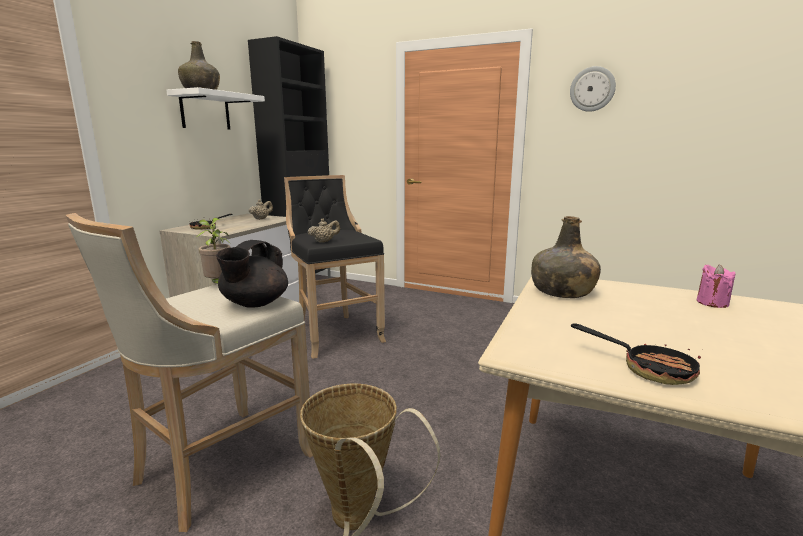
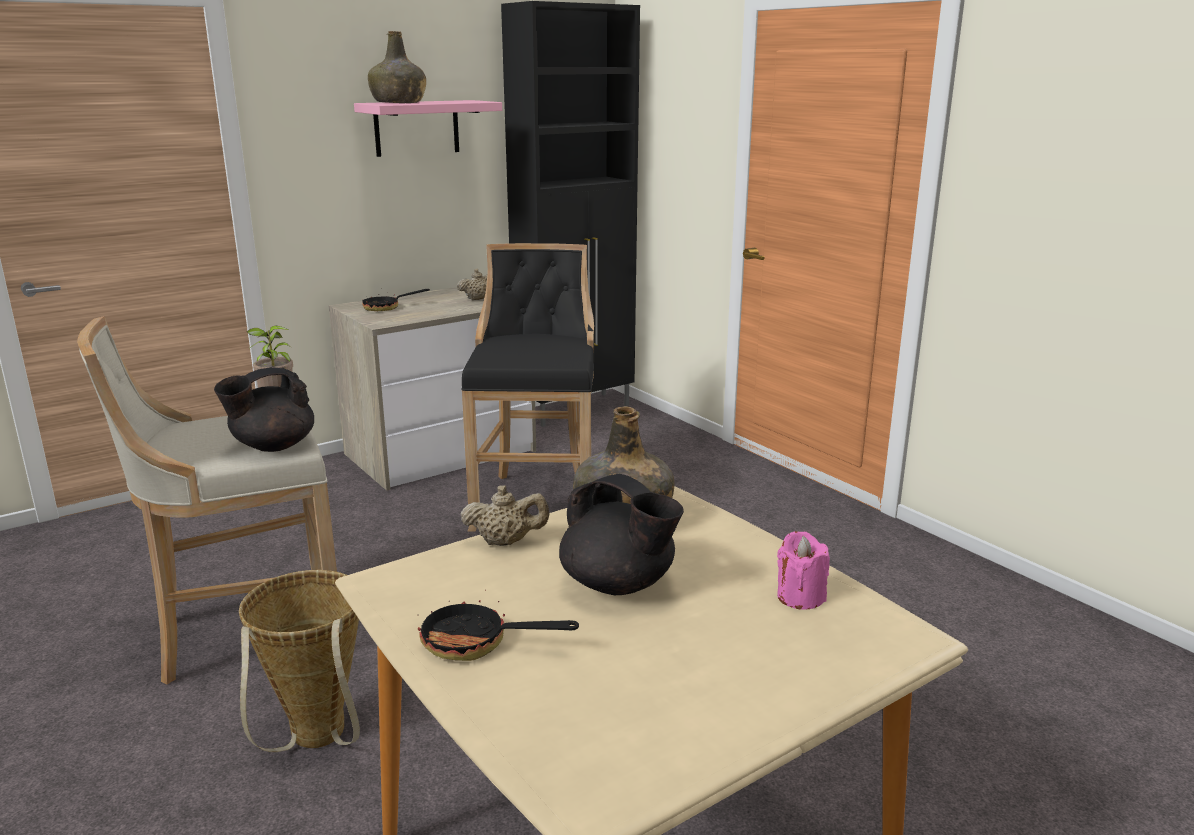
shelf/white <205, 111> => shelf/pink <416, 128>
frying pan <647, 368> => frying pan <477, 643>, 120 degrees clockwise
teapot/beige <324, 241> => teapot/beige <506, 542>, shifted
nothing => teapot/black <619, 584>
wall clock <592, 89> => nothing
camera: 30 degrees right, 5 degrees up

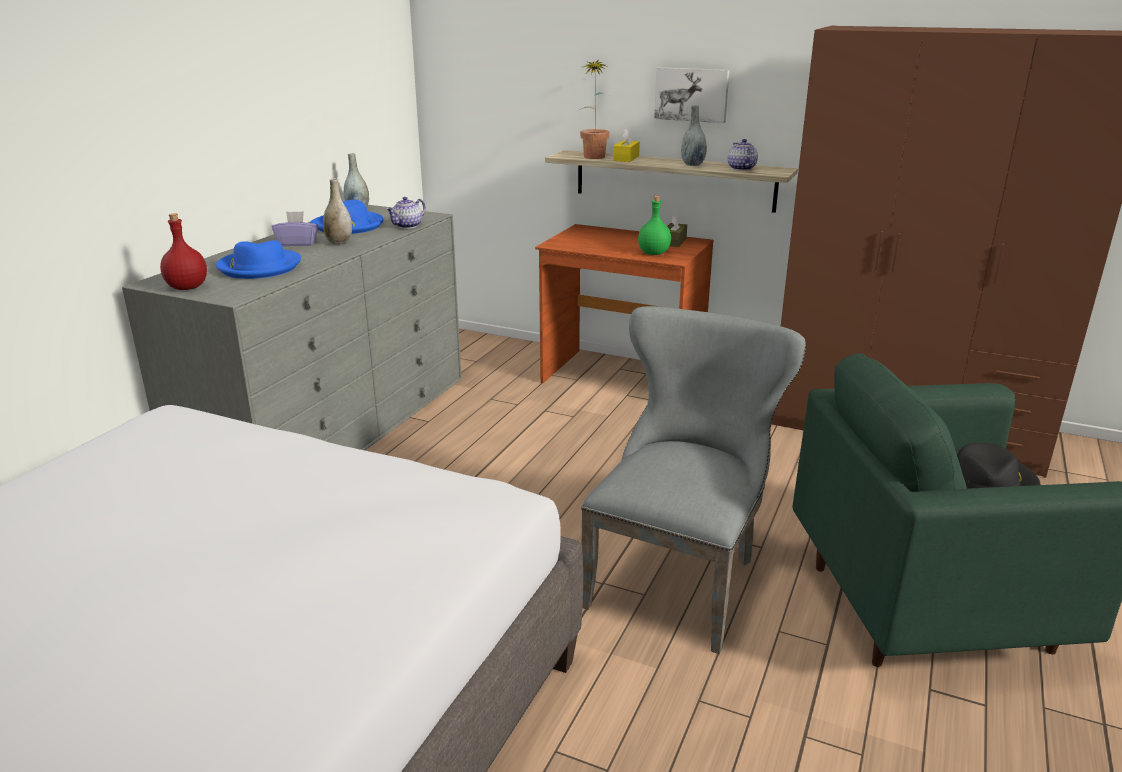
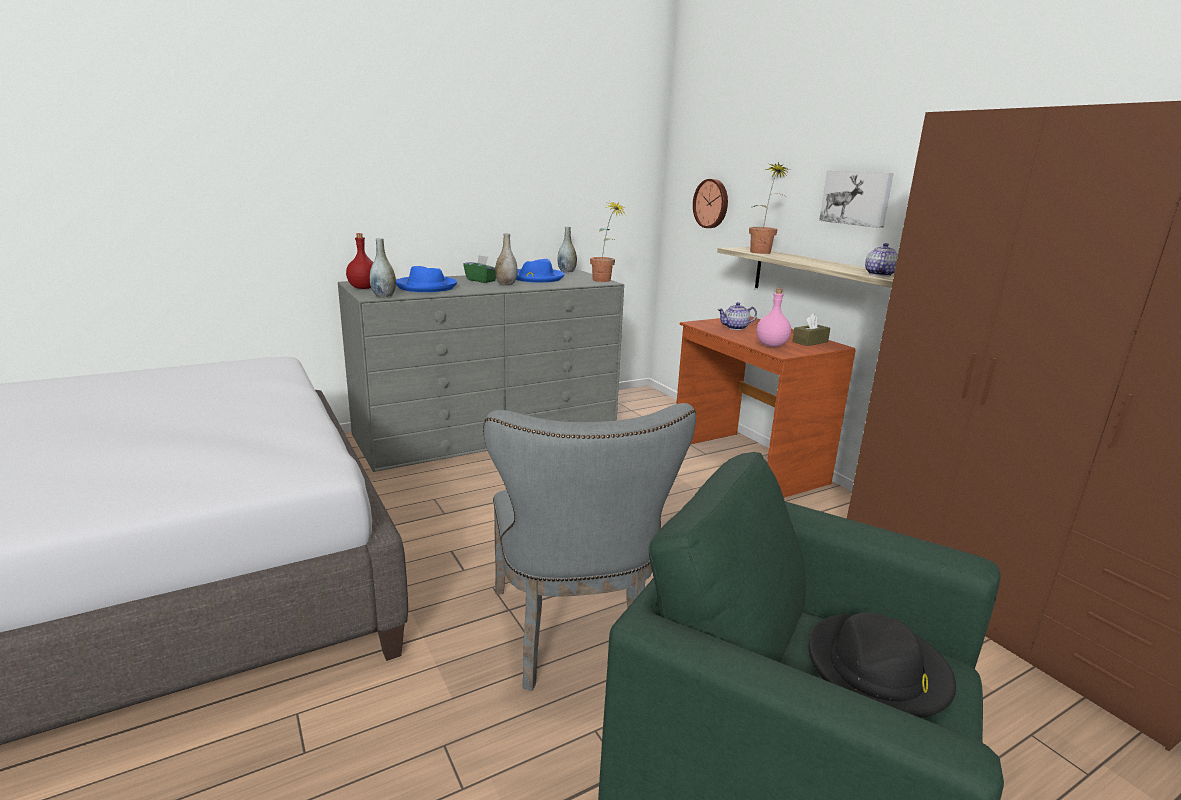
vase/grey <692, 164> => vase/grey <384, 296>, shifted
tissue box/purple <297, 243> => tissue box/green <481, 280>
chair/grey <679, 578> => chair/grey <573, 637>, 105 degrees clockwise
nothing => potted plant <604, 281>
nothing => wall clock <712, 203>
teapot <407, 226> => teapot <735, 328>, shifted
bottle/green <654, 253> => bottle/pink <771, 345>
tissue box/yellow <626, 158> => nothing
camera: 35 degrees right, 5 degrees down

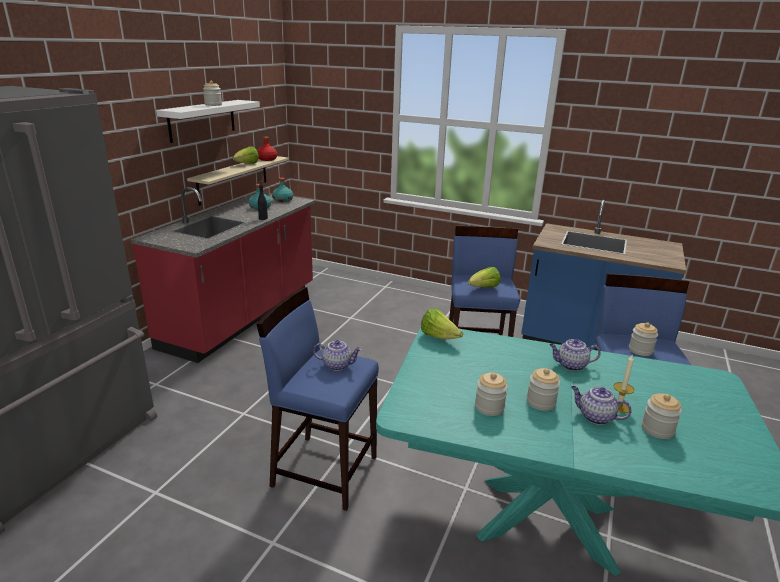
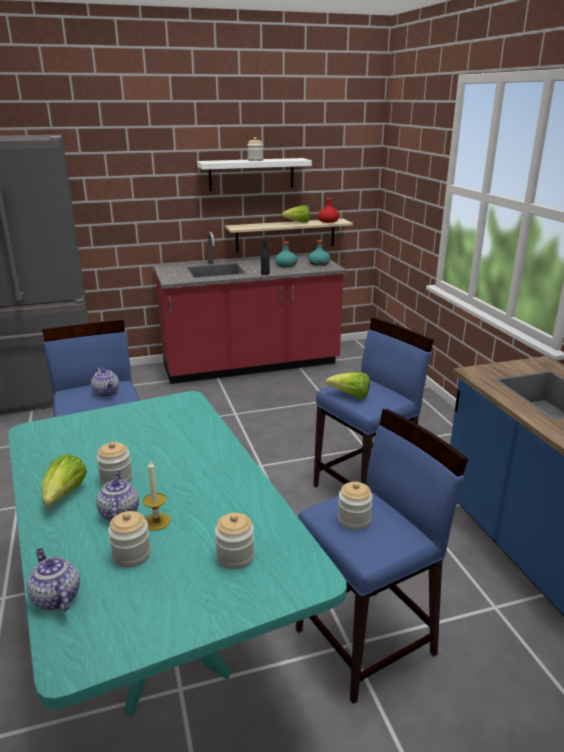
teapot <571, 365> => teapot <55, 597>, shifted
lettuce <439, 337> => lettuce <64, 495>, shifted
jar <489, 407> => jar <235, 556>, shifted
camera: 50 degrees right, 0 degrees up

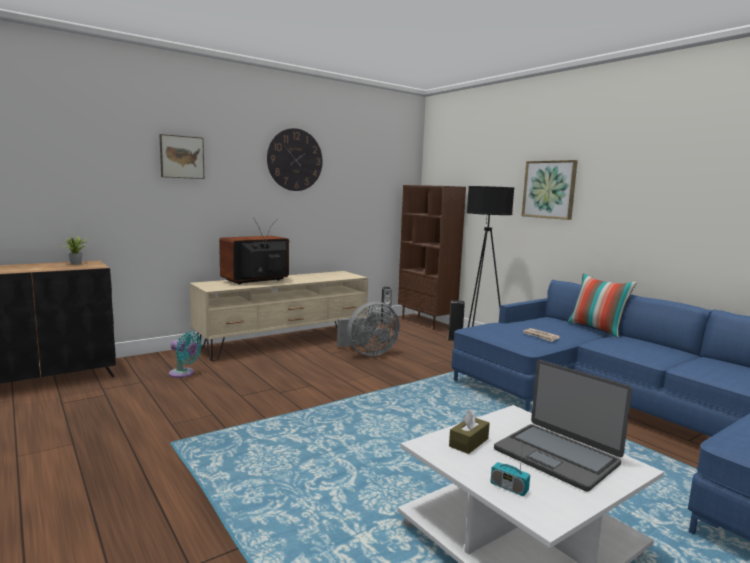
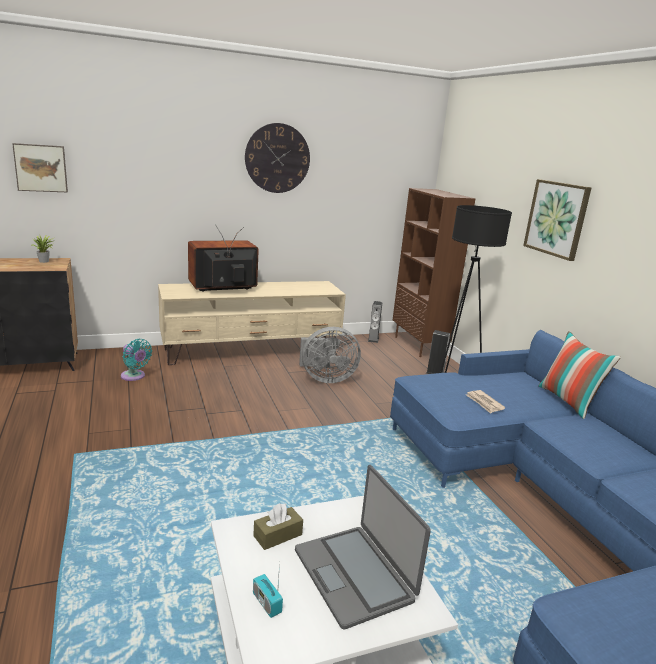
picture <181, 157> => picture <41, 168>, shifted
camera: 15 degrees right, 10 degrees up

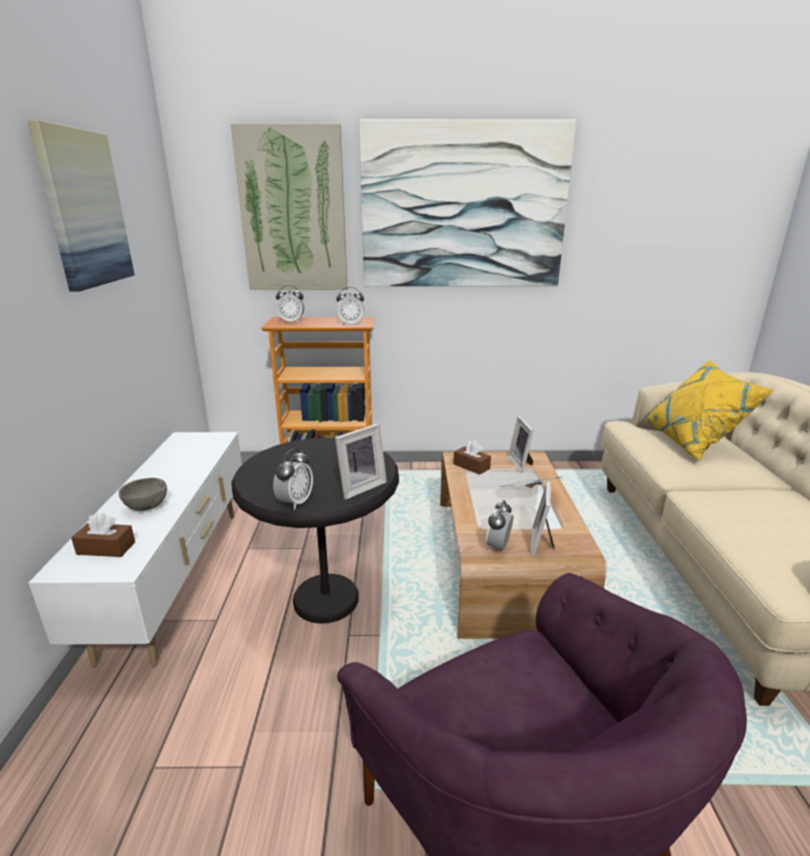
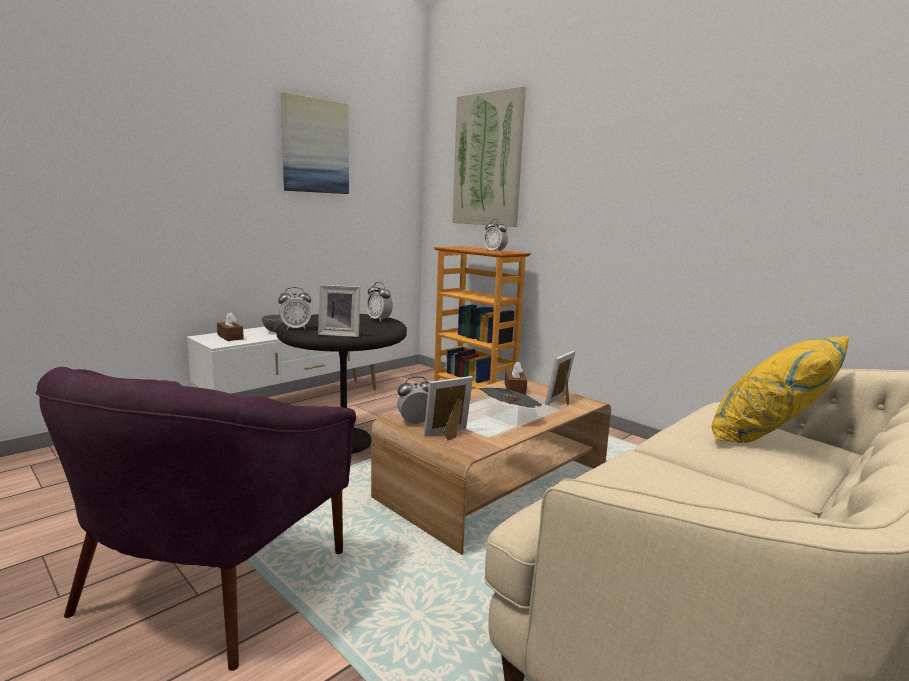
alarm clock <291, 322> => alarm clock <379, 320>, shifted
picture <463, 207> => nothing
camera: 45 degrees right, 10 degrees down

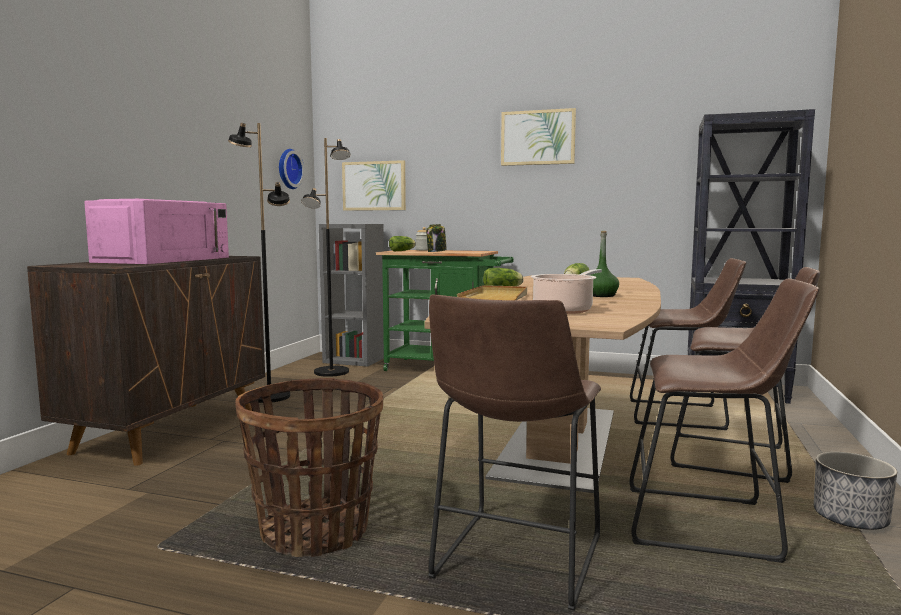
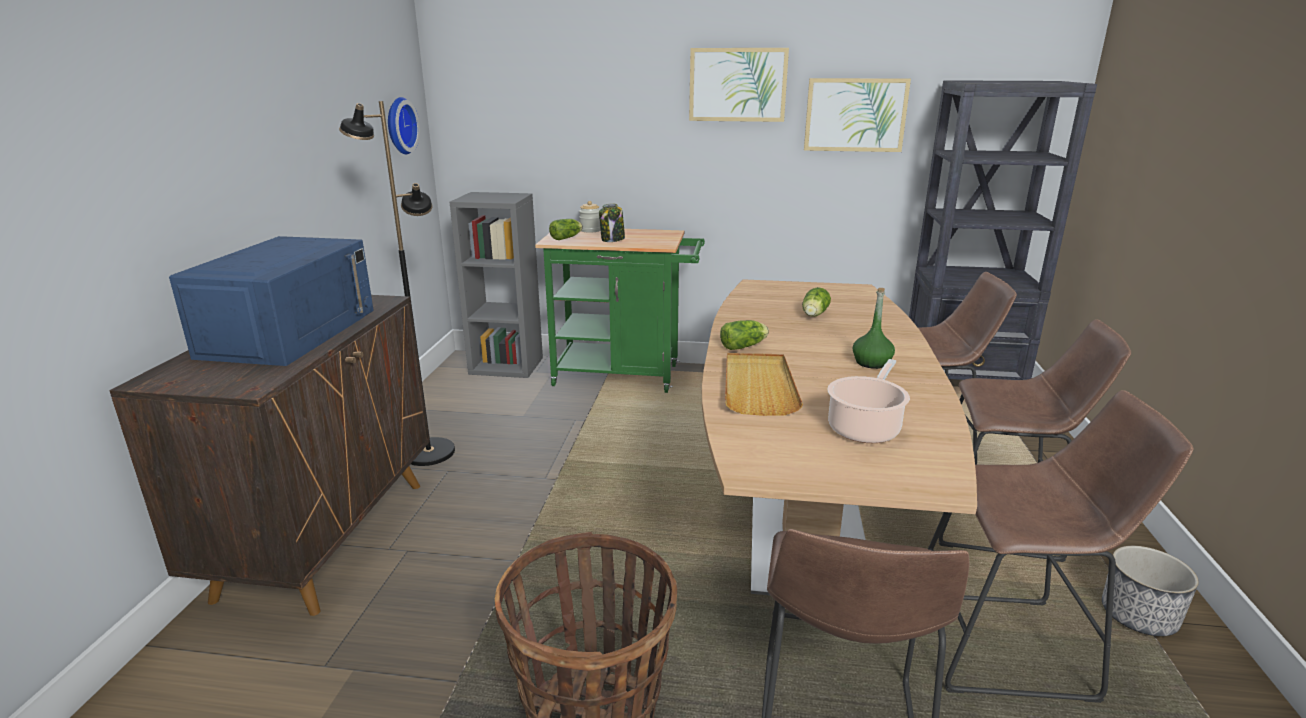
microwave/pink <164, 259> => microwave/blue <290, 332>
picture <374, 186> => picture <855, 115>, shifted
floor lamp/black <331, 372> => nothing
camera: 10 degrees left, 15 degrees up

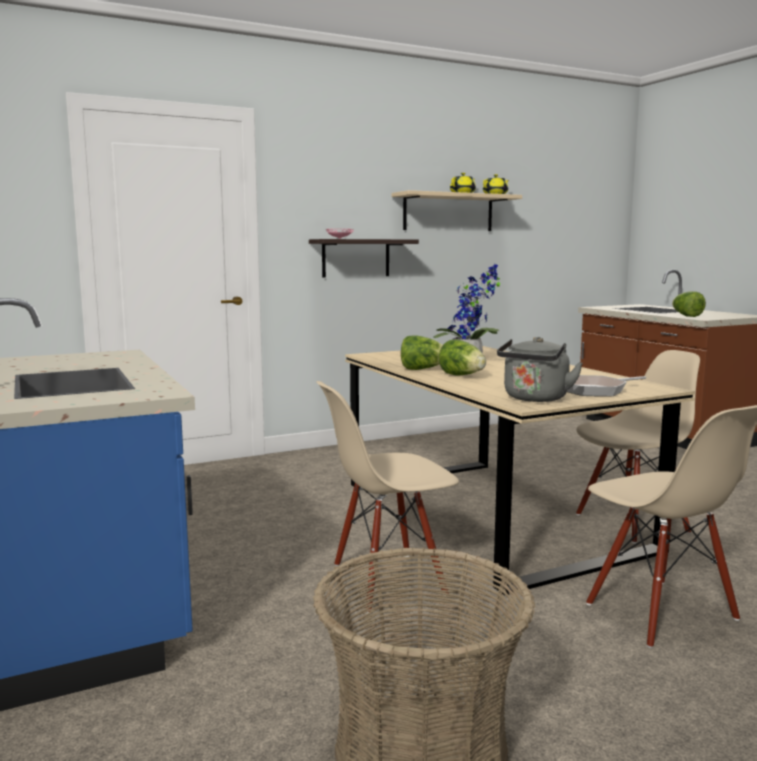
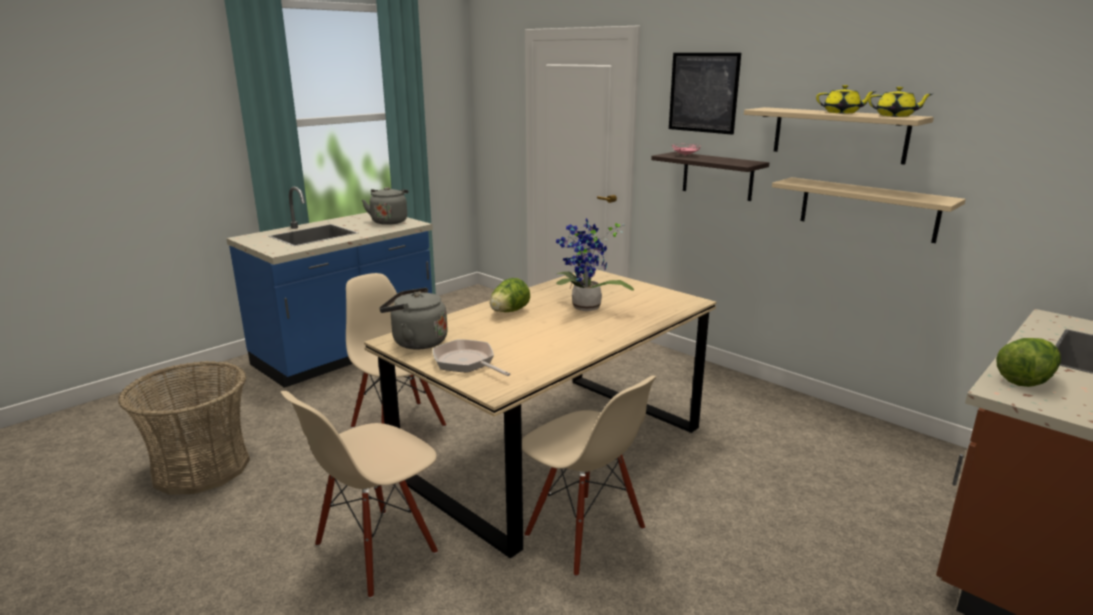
nothing => kettle/grey <389, 221>
nothing => picture <703, 92>
nothing => shelf/beige <867, 209>
lettuce <422, 369> => nothing
camera: 70 degrees right, 10 degrees up

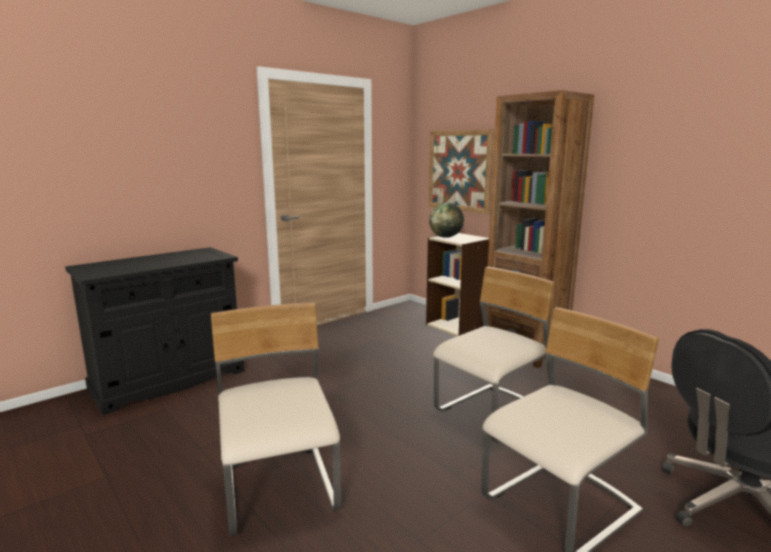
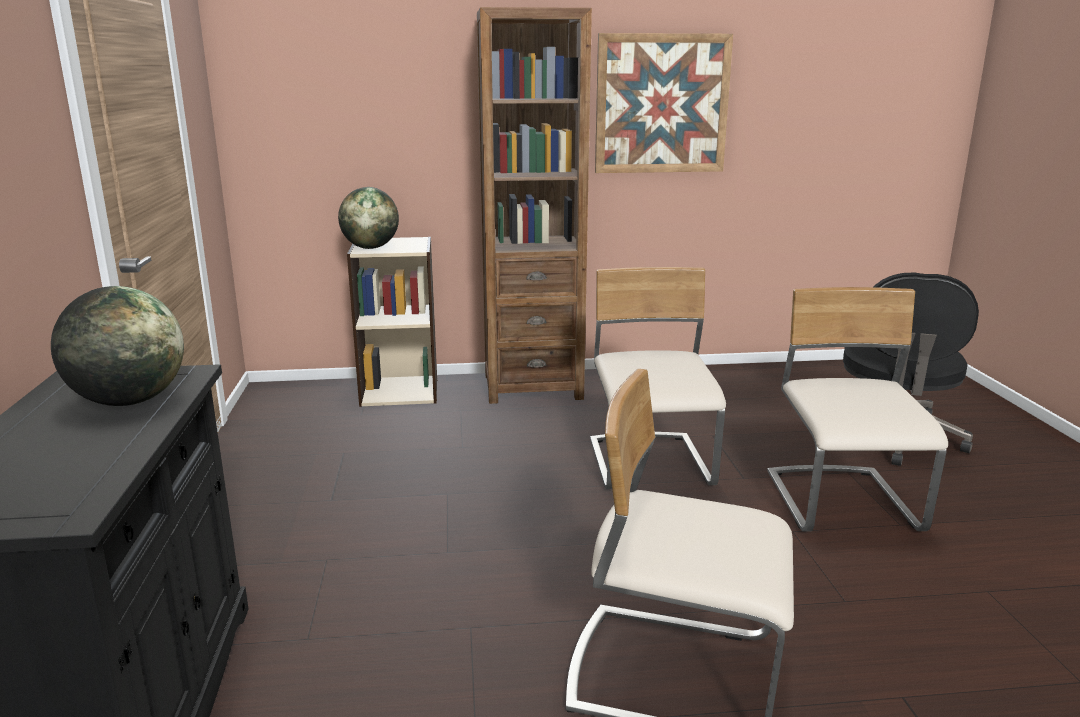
nothing => globe <129, 401>
picture <459, 170> => picture <662, 104>, shifted
camera: 55 degrees left, 5 degrees up

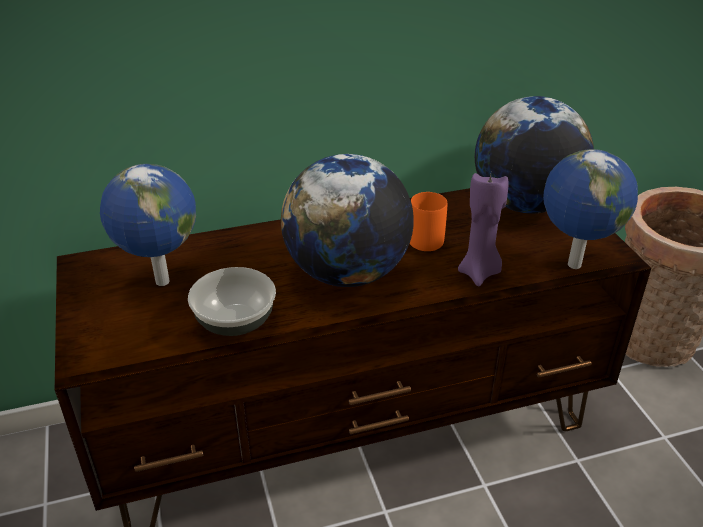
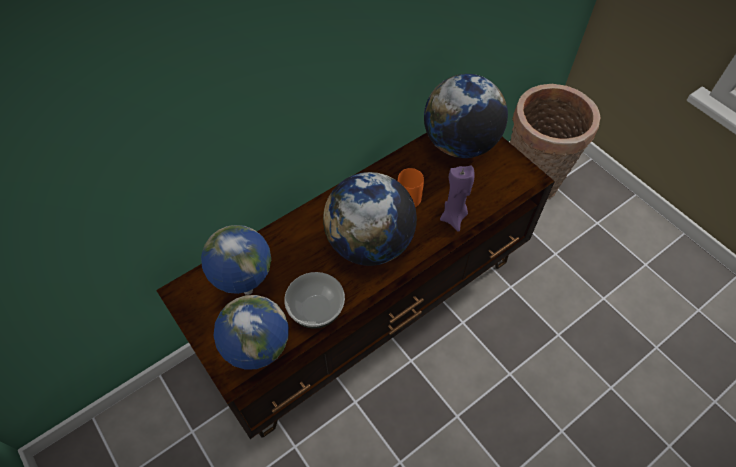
globe <572, 265> => globe <261, 359>, shifted
camera: 20 degrees left, 20 degrees up

